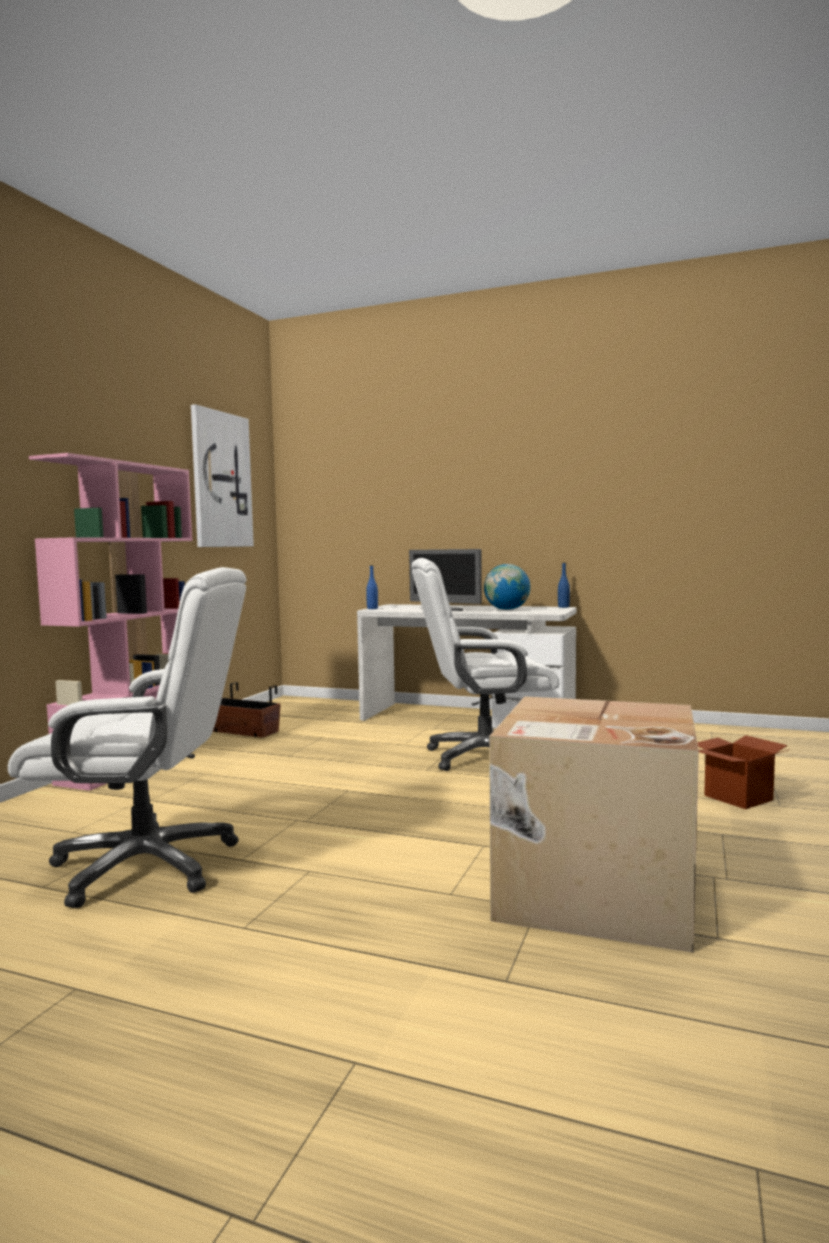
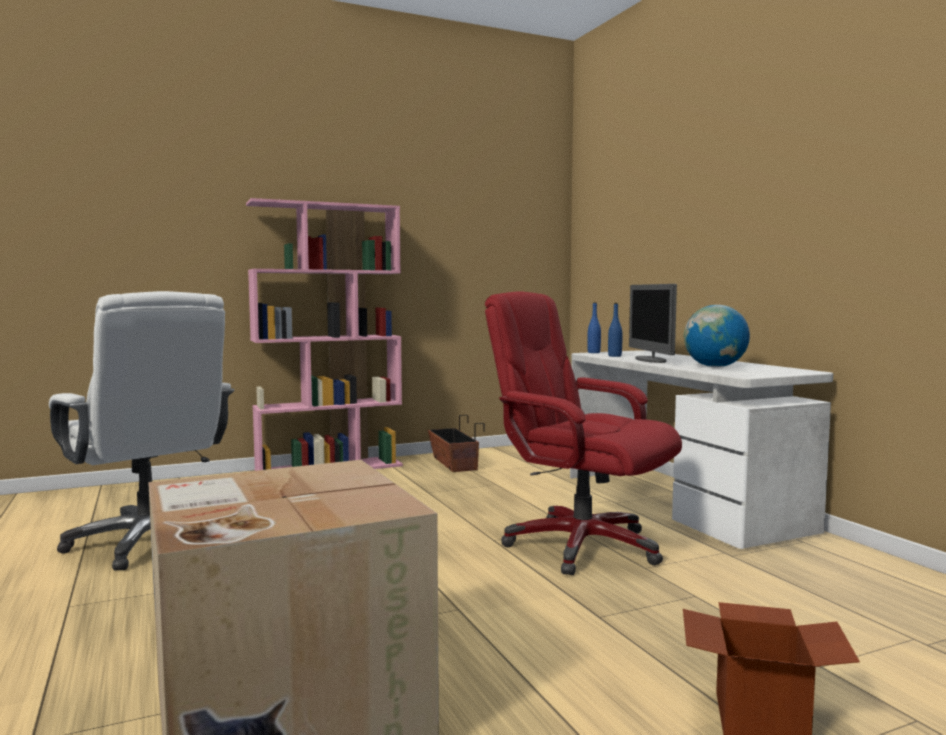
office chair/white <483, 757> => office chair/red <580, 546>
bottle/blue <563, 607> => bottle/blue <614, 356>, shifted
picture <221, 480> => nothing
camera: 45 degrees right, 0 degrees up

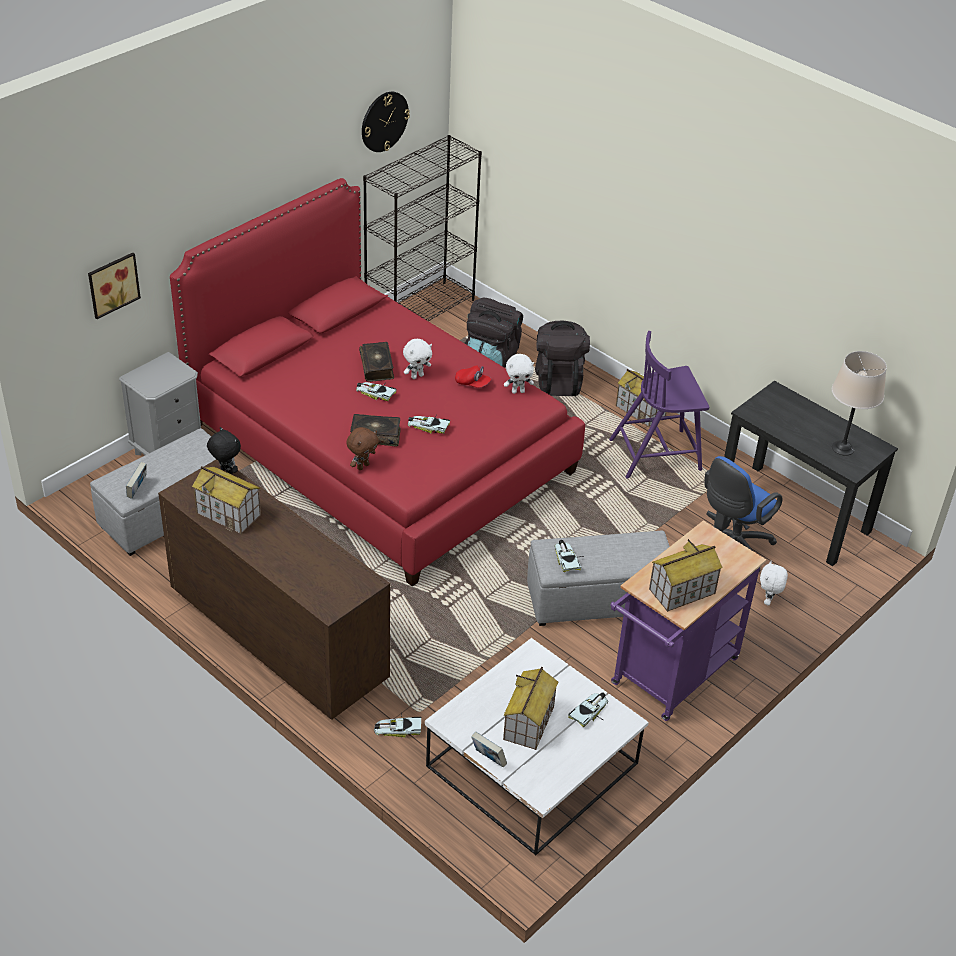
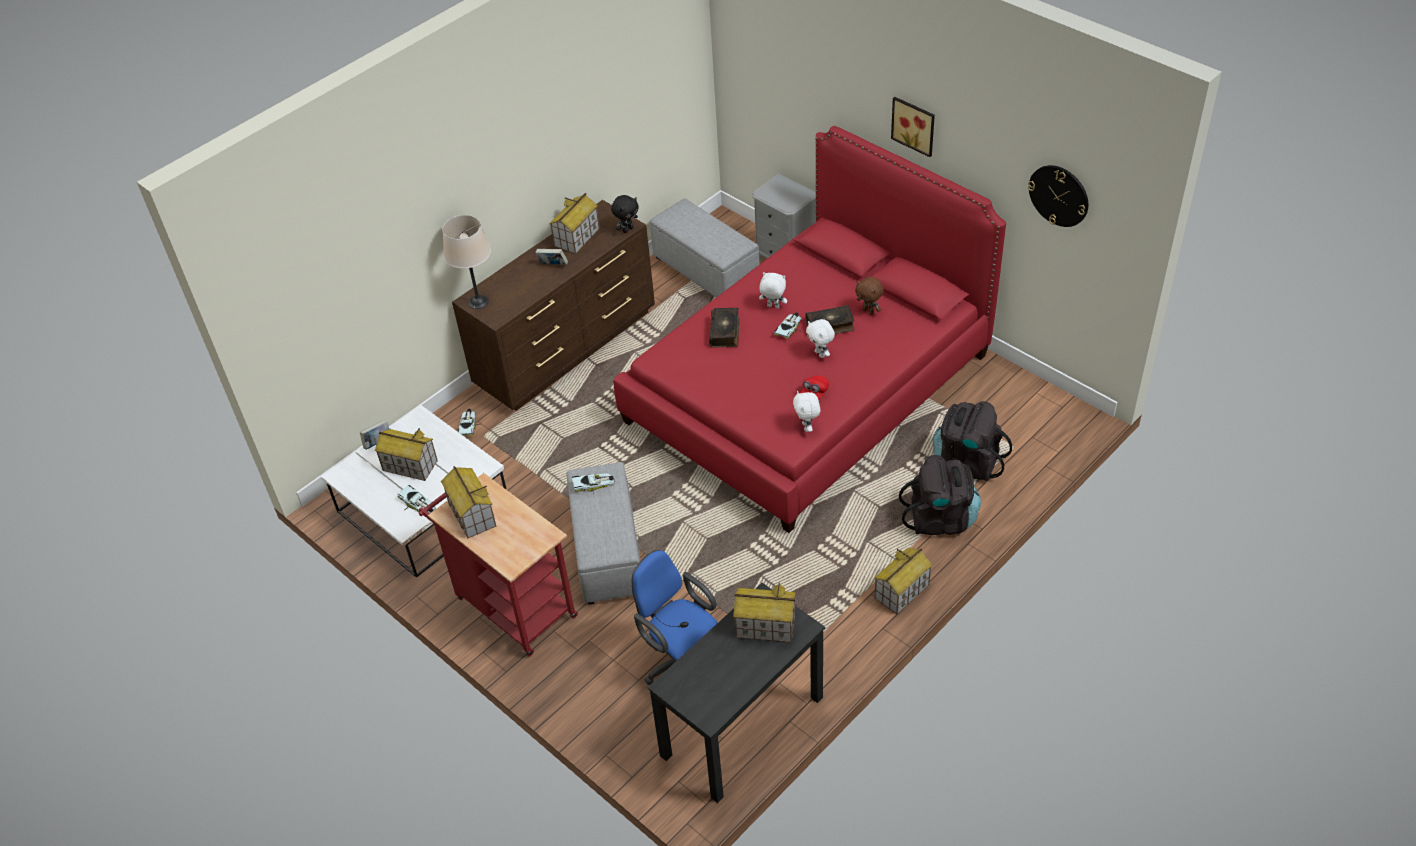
cart/purple <670, 677> => cart/red <511, 603>
table lamp/beige <843, 448> => table lamp/beige <478, 302>, shifted
book <137, 490> => book <553, 265>, shifted
nothing => toy house <765, 626>
plush toy/white <768, 601> => plush toy/white <773, 307>, shifted
plush toy/brown <362, 466> => plush toy/brown <869, 311>, shifted
picture <112, 284> => picture <914, 125>, shifted
bookcase/black <420, 312> => nothing
toy car <428, 426> => nothing
chair/purple <657, 454> => nothing
camera: 95 degrees right, 5 degrees up

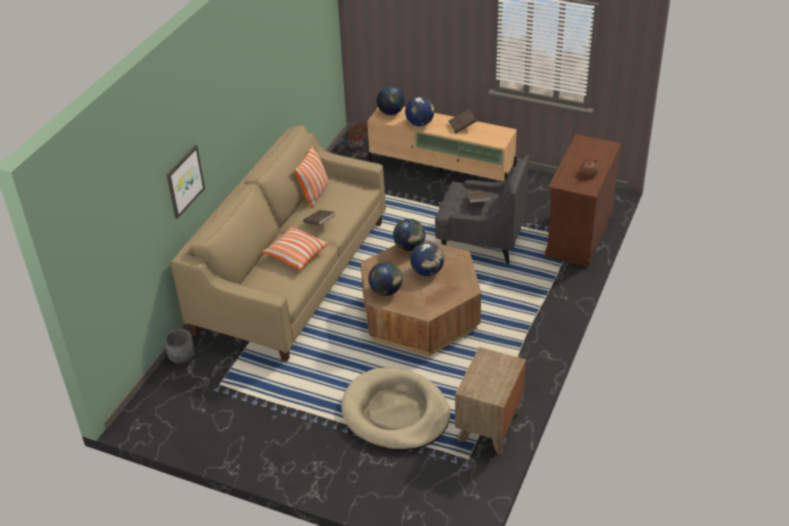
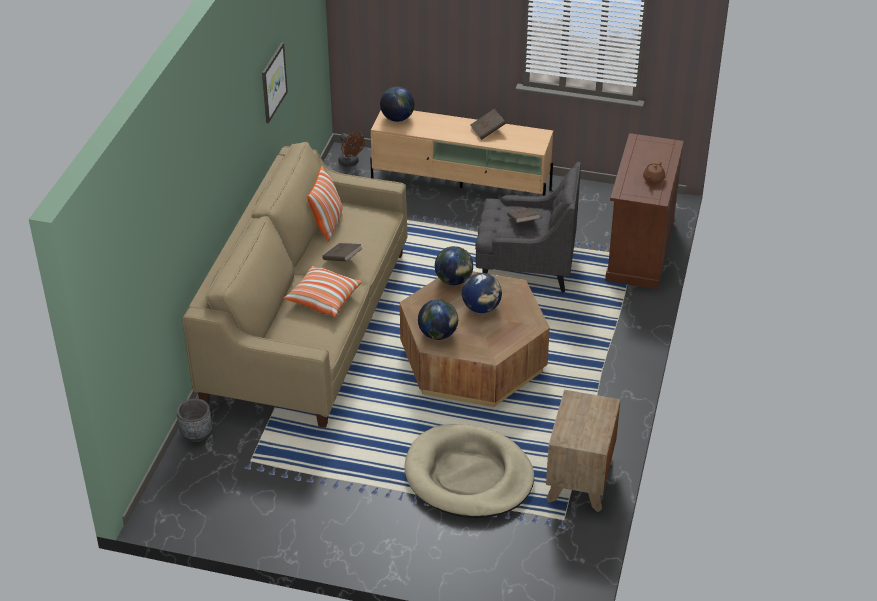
picture <184, 181> => picture <273, 82>, shifted
globe <420, 123> => nothing
camera: 10 degrees left, 0 degrees up

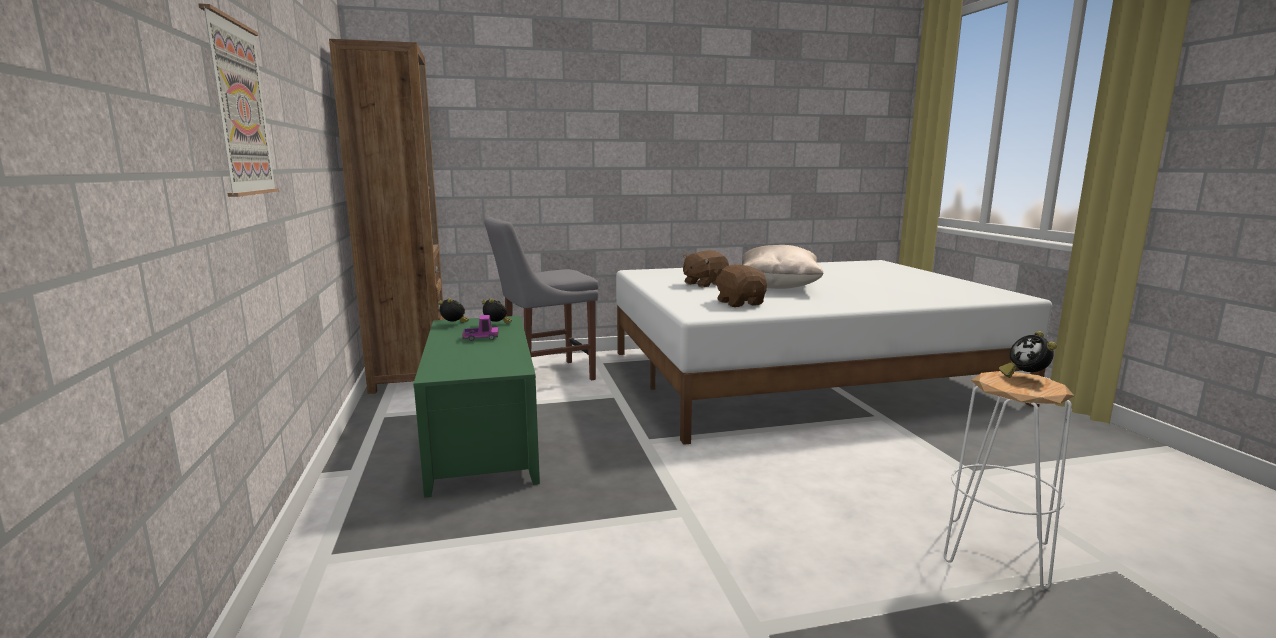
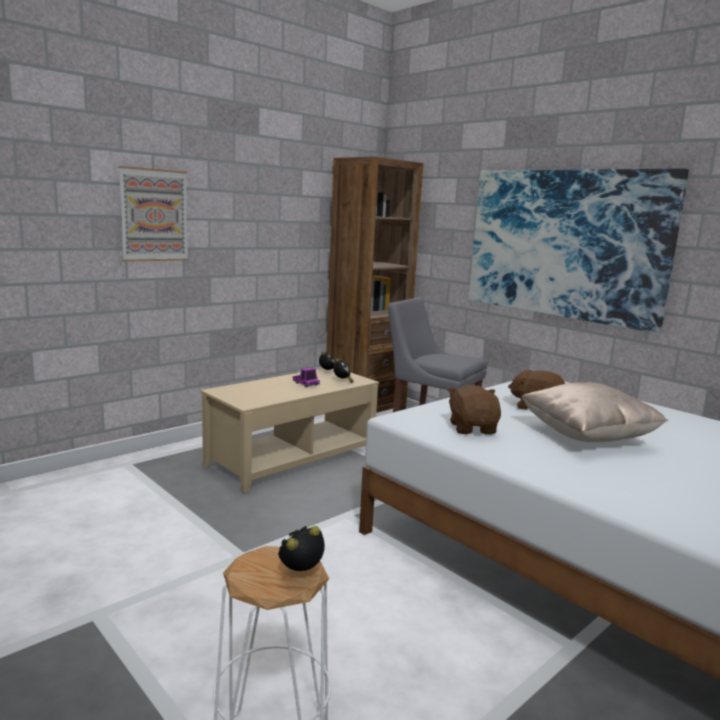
coffee table/green <482, 439> => coffee table/beige <292, 458>
plush toy/brown <740, 303> => plush toy/brown <473, 428>, 45 degrees counterclockwise
nothing => picture <564, 244>
camera: 60 degrees right, 0 degrees up

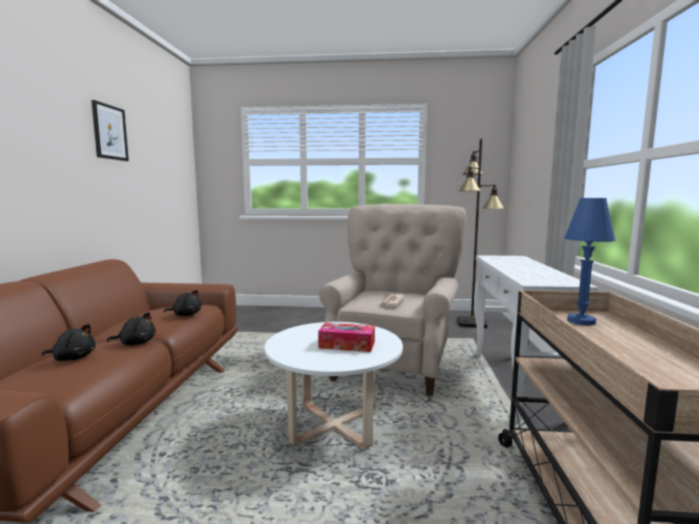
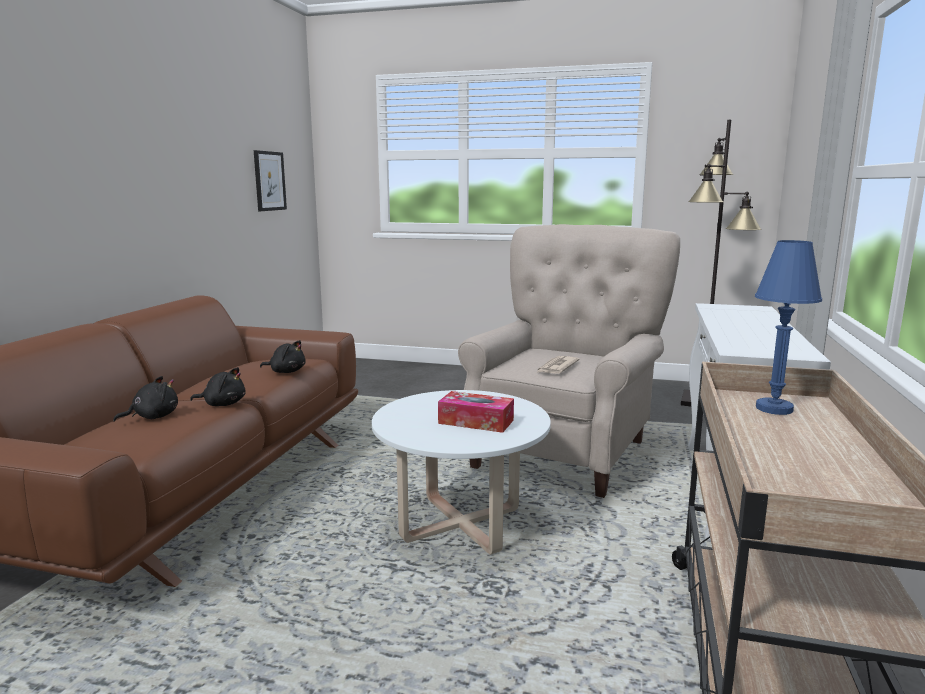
plush toy/black <73, 358> => plush toy/black <152, 417>, 45 degrees counterclockwise
picture <110, 132> => picture <269, 181>, shifted
camera: 10 degrees right, 5 degrees up

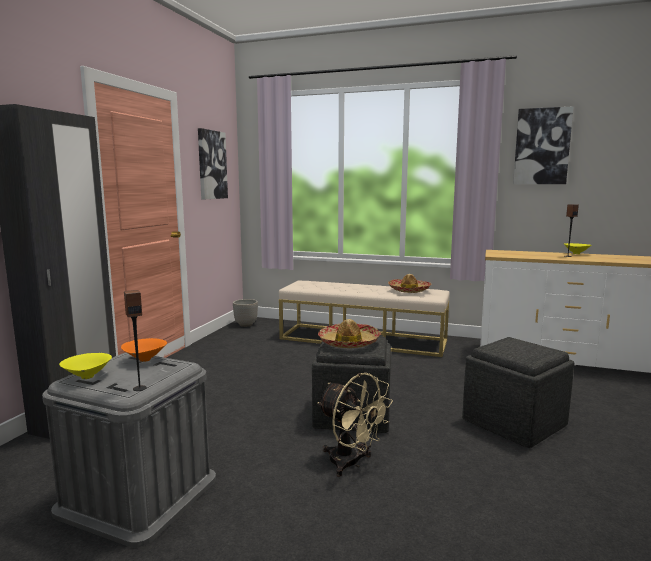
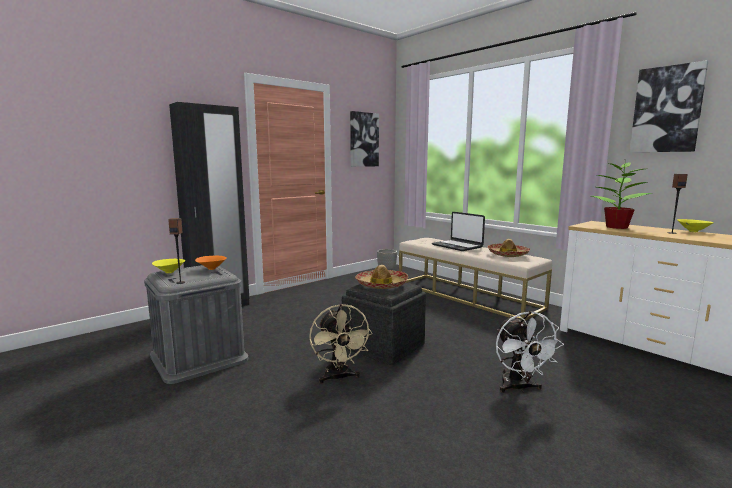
nothing => laptop <457, 246>
ottoman/grey <513, 422> => fan/white <519, 388>
nothing => potted plant <616, 227>
camera: 30 degrees right, 0 degrees up

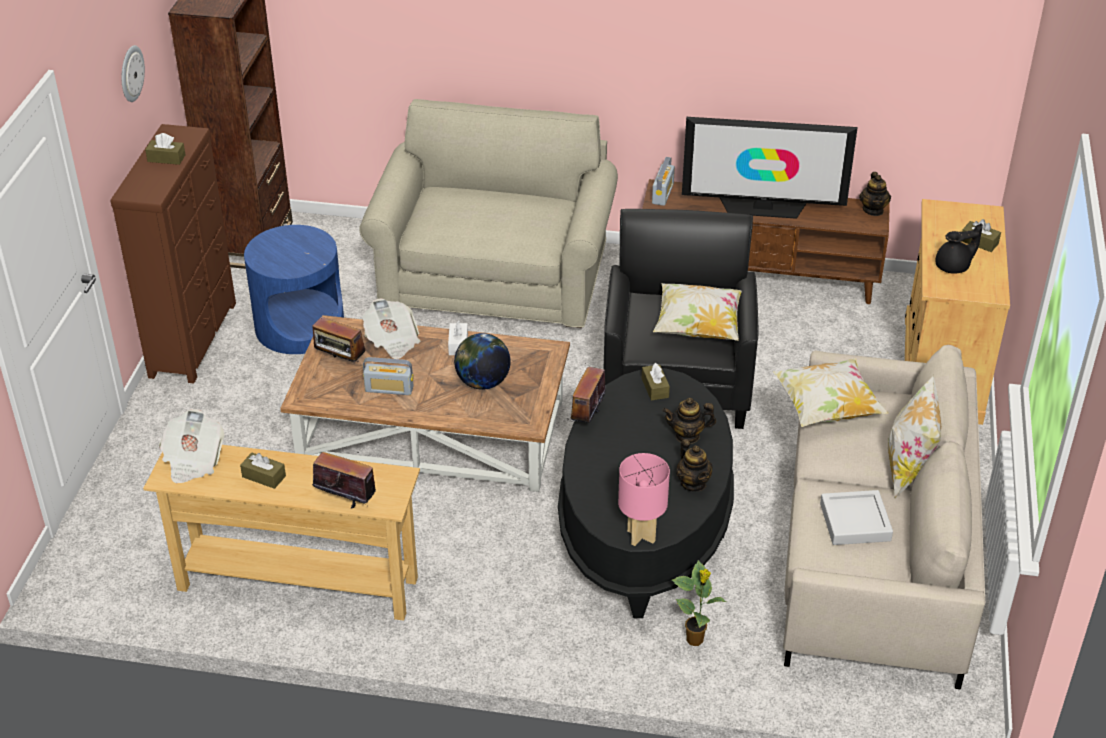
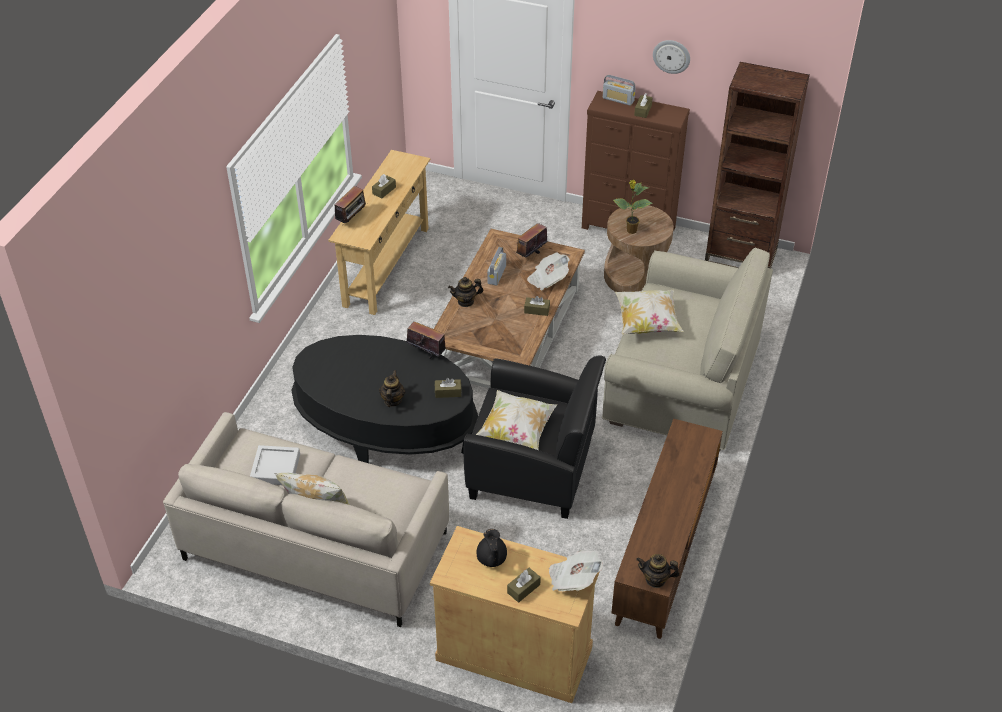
teapot <693, 483> => teapot <466, 301>, shifted
tissue box/white <458, 344> => tissue box/brown <537, 310>
newspaper <193, 460> => newspaper <573, 579>, shifted
radio <662, 194> => radio <618, 99>, shifted
side table/blue <300, 326> => side table/brown <636, 276>
potted plant <695, 640> => potted plant <631, 230>, shifted
pillow <827, 409> => pillow <647, 323>, shifted
globe <483, 383> => nothing
table lamp/pink <641, 536> => nothing
television <762, 208> => nothing
camera: 100 degrees right, 5 degrees up

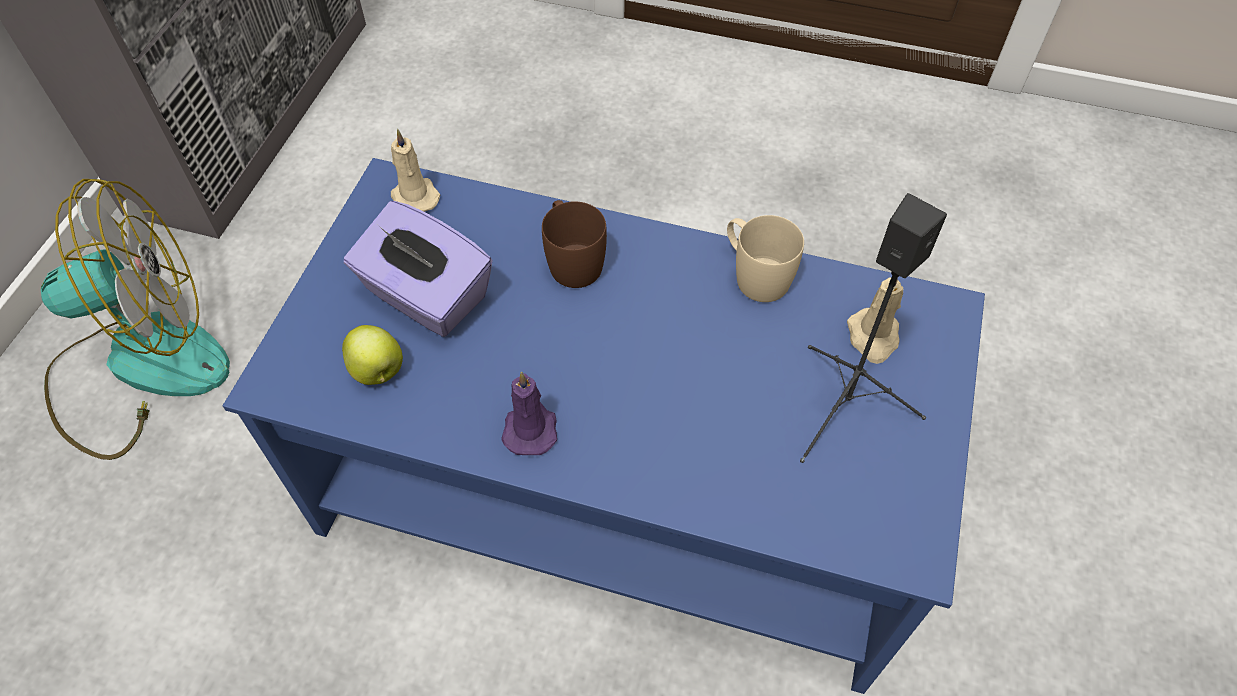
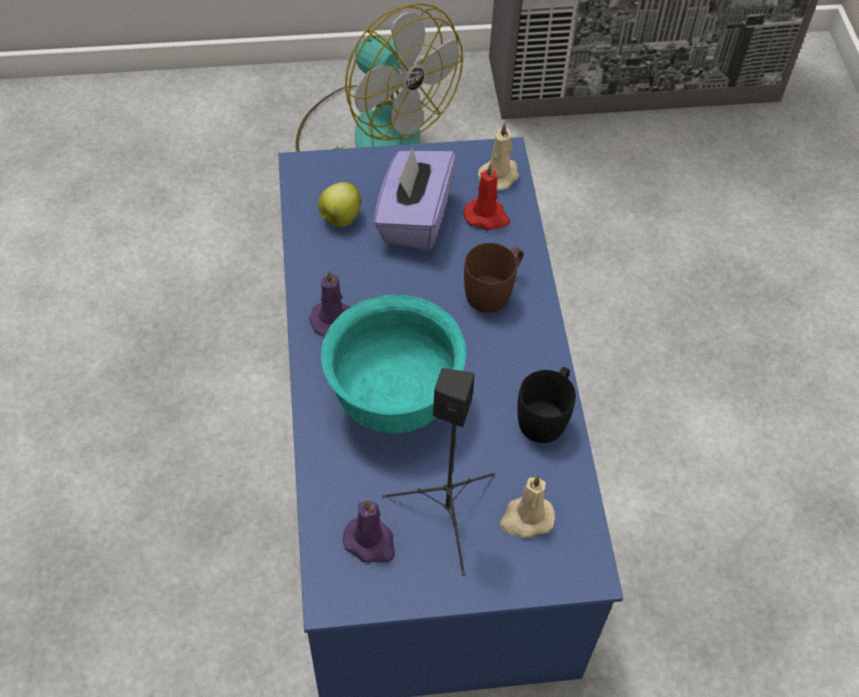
nothing => bowl/turquoise <393, 398>
nothing => candle/purple <371, 542>
nothing => candle/red <487, 216>
mug/beige <754, 274> => mug/black <546, 415>
camera: 65 degrees right, 0 degrees up

